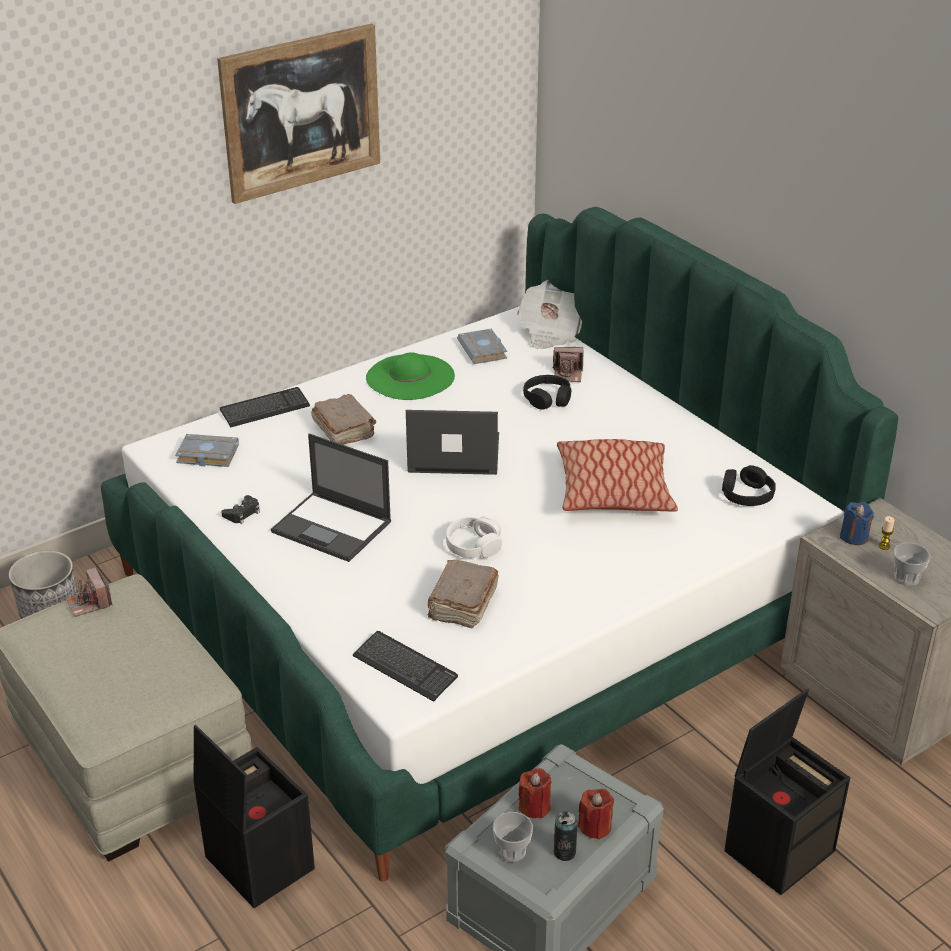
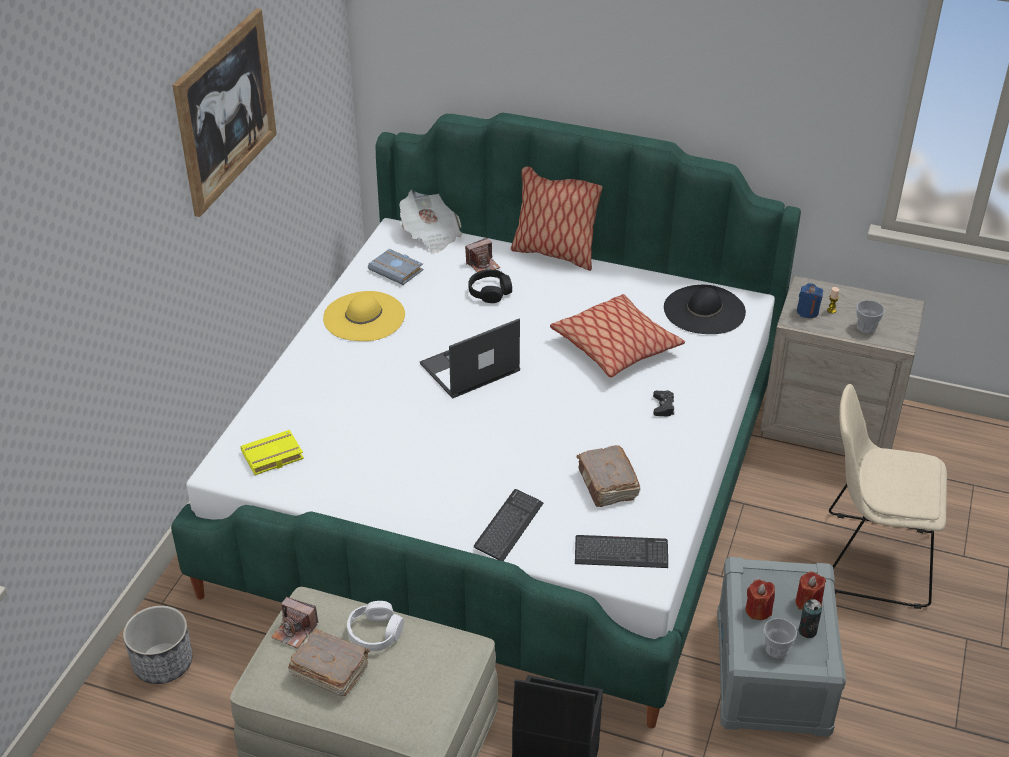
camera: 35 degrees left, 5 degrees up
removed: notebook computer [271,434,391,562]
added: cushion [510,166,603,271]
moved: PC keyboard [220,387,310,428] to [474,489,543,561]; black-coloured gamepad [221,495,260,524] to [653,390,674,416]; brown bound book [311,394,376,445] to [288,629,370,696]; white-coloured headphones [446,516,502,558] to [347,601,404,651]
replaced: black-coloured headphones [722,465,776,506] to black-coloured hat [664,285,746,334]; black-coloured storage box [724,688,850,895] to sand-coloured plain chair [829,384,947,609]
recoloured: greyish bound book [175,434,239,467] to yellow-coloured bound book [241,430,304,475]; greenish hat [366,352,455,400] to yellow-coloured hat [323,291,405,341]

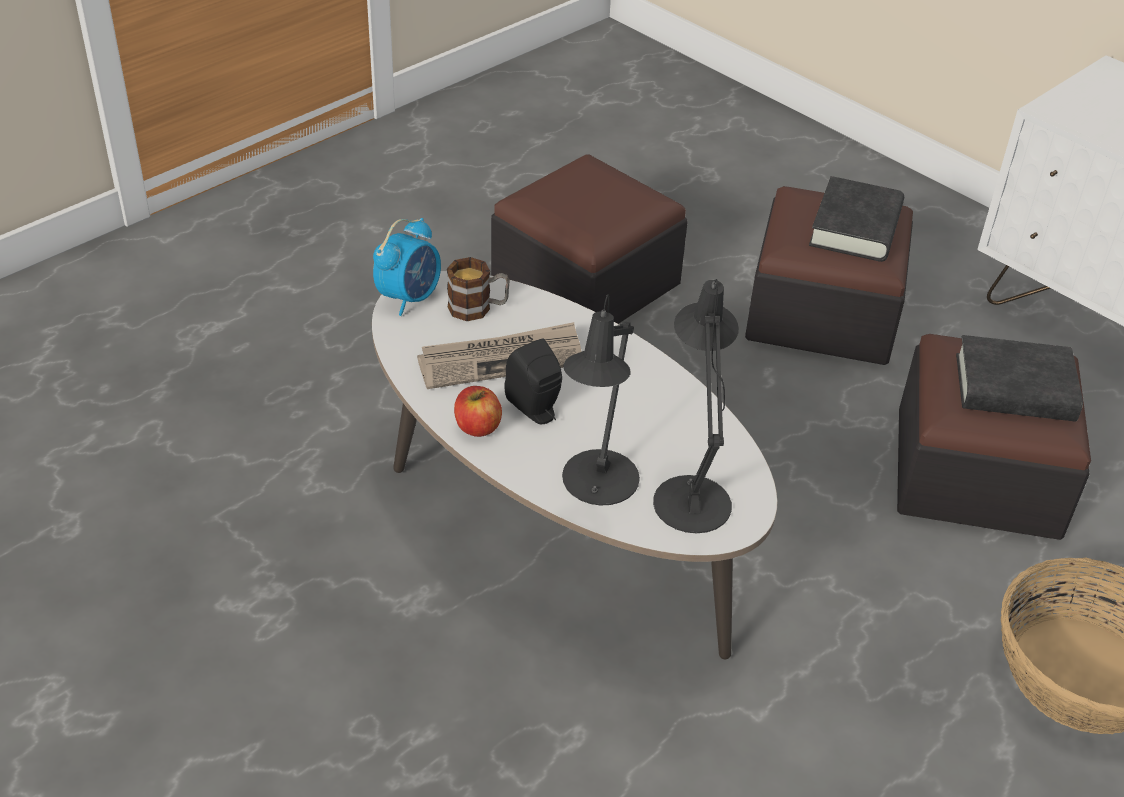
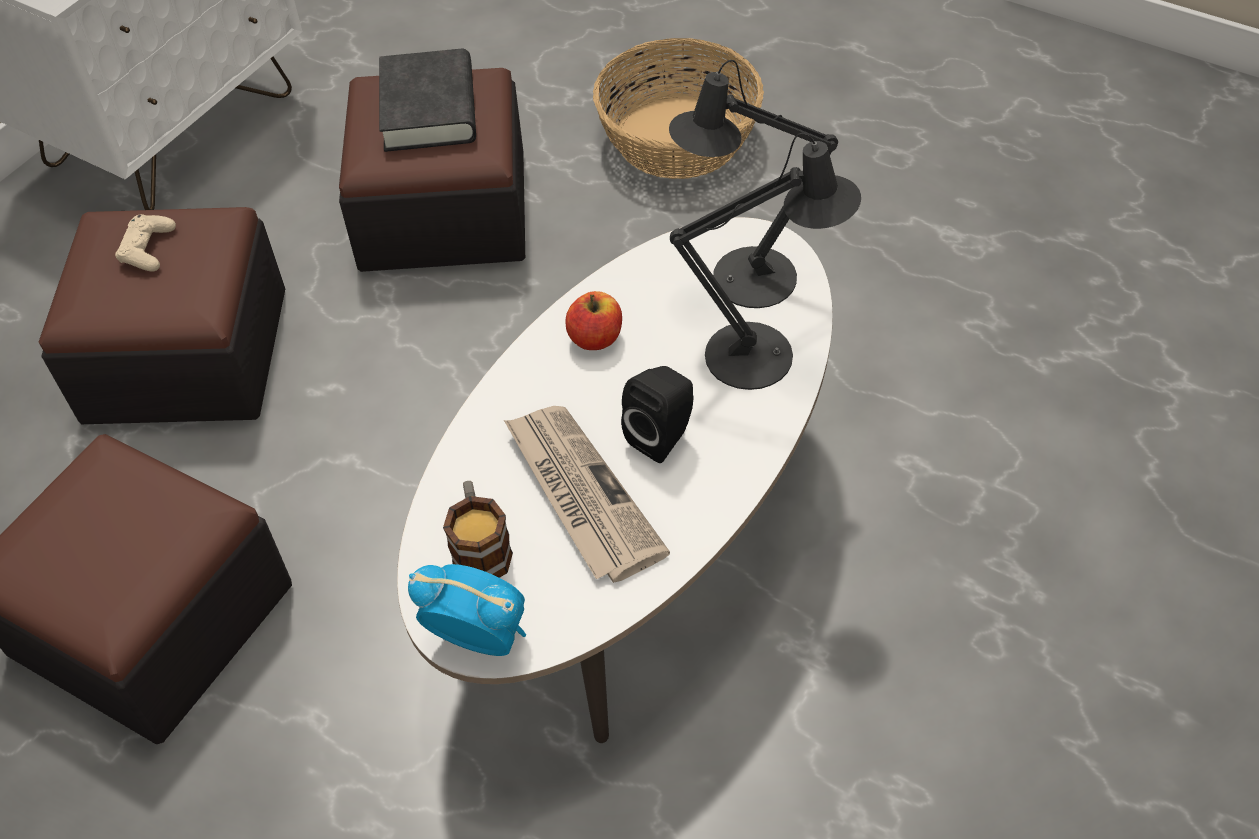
camera: 100 degrees left, 10 degrees up
moved: apple fruit [454,386,502,437] to [566,291,622,350]
replaced: black-coloured bound book [809,176,904,262] to sand-coloured gamepad [115,214,176,272]

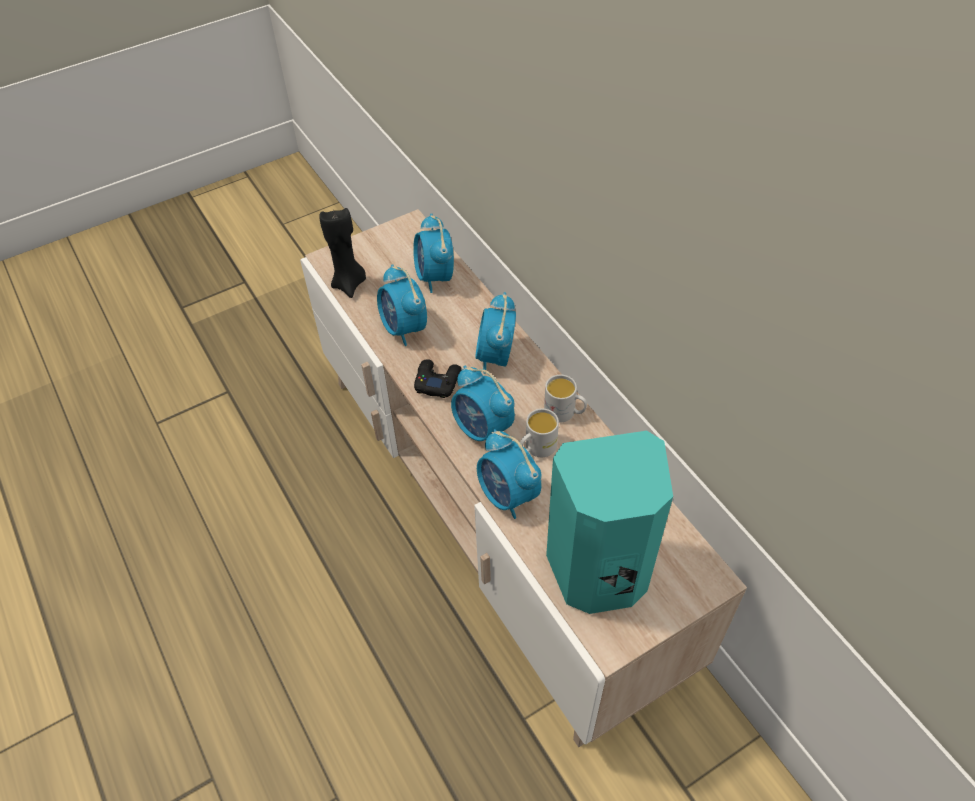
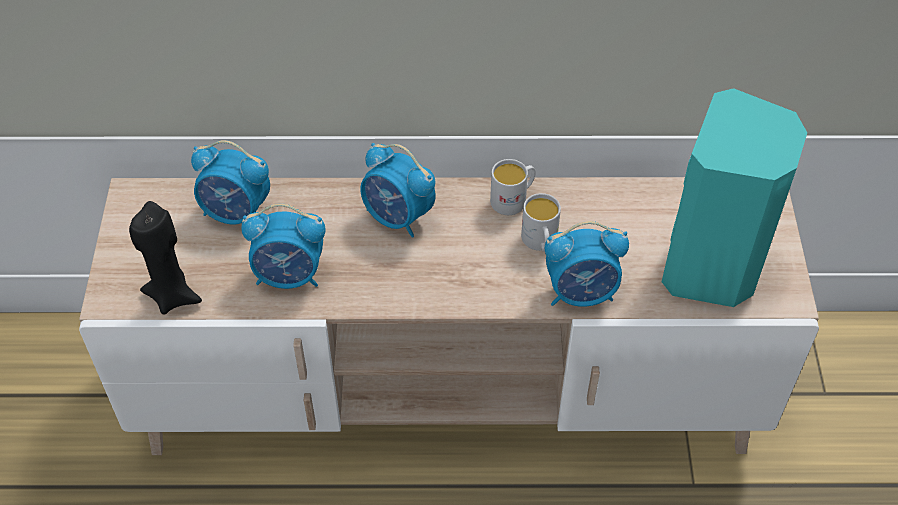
camera: 60 degrees left, 0 degrees up
removed: black-coloured gamepad [414,359,462,398]; bedside clock [451,366,515,441]

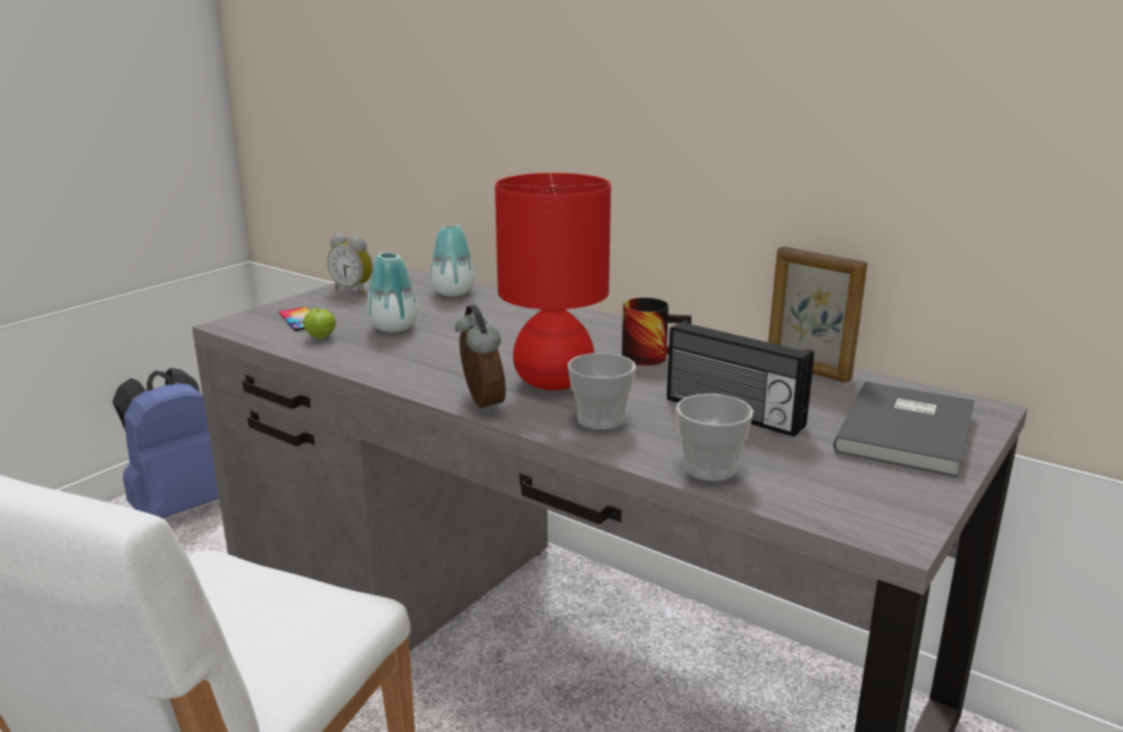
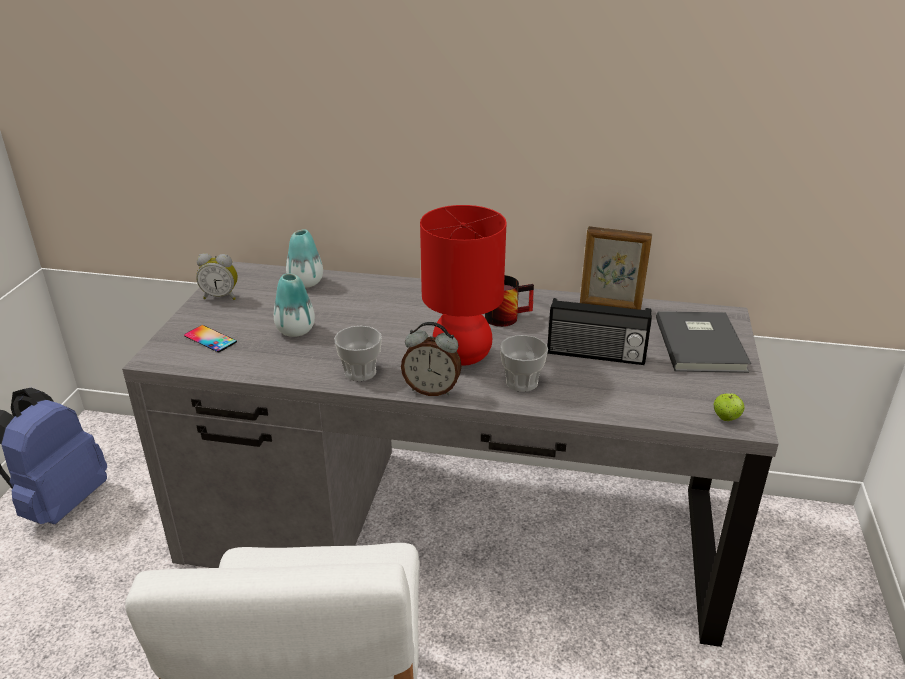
camera: 25 degrees left, 10 degrees up
moved: apple fruit [303,306,336,339] to [713,393,745,421]; drinking cup [676,394,754,481] to [334,326,382,381]
turned: bedside clock [455,305,506,413] = [401,322,462,396] 150 degrees clockwise

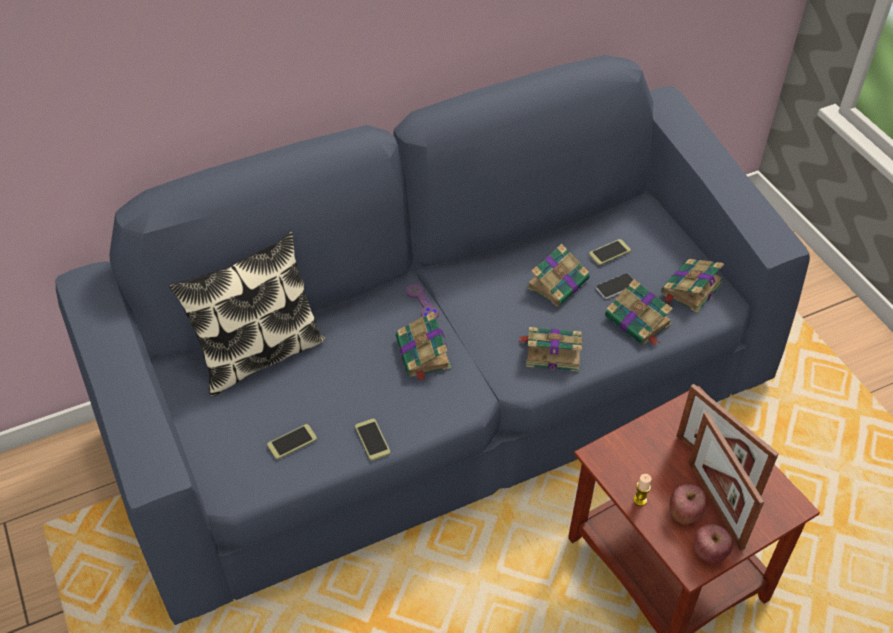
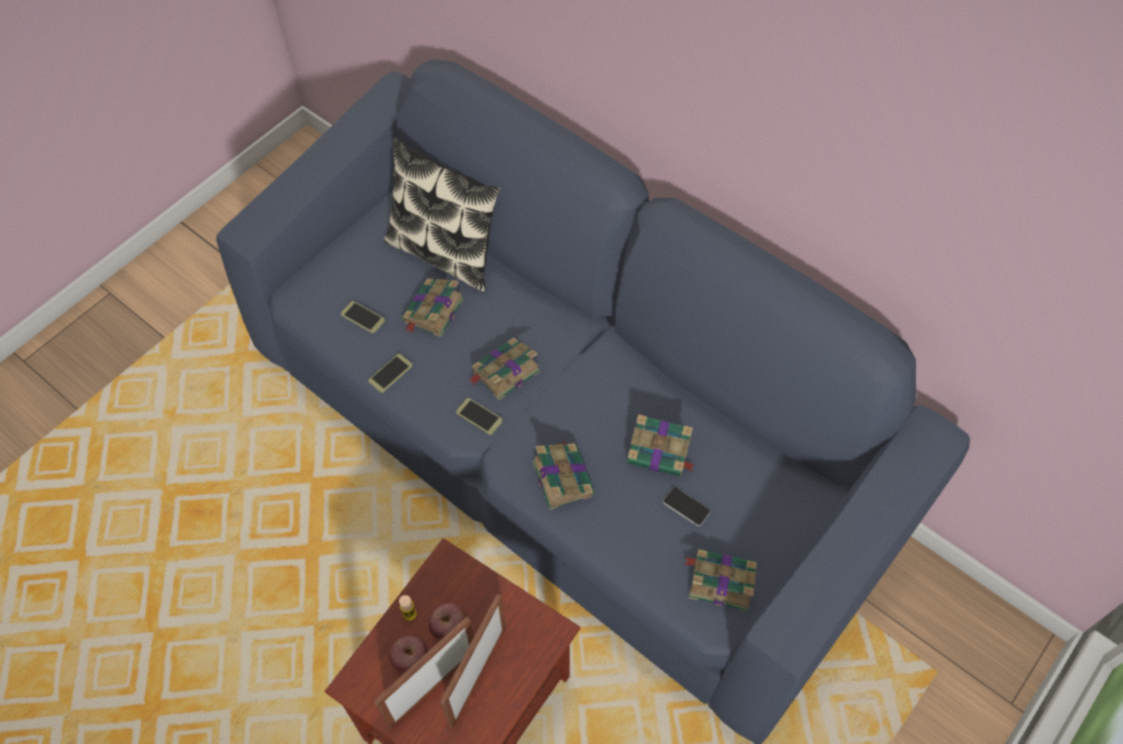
camera: 65 degrees right, 10 degrees up
removed: purple-coloured gamepad [406,284,439,319]
moved: handset [589,239,631,265] to [456,398,503,435]; bound book [605,279,673,346] to [402,279,464,337]; apple fruit [694,524,733,563] to [428,603,467,640]

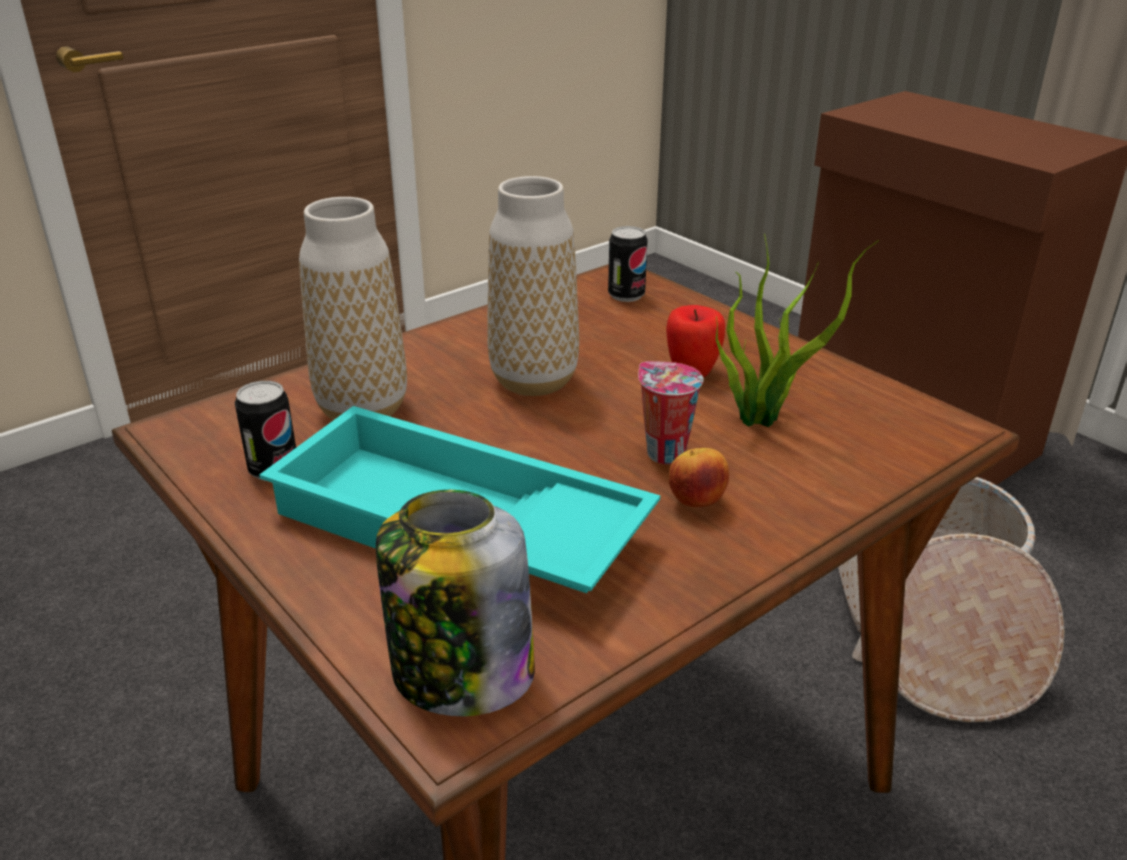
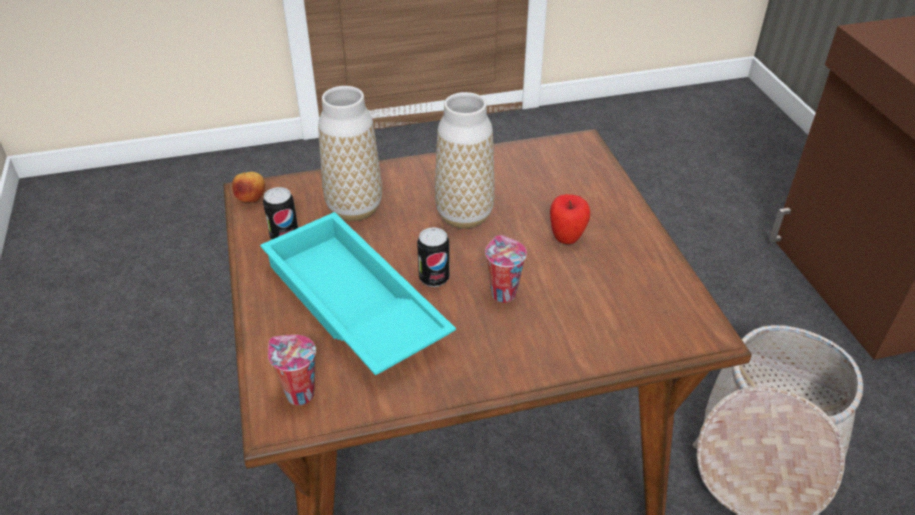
camera: 25 degrees right, 10 degrees up
removed: potted plant [716,234,879,427]
moved: metal can [608,226,648,302] to [417,227,450,287]; apple fruit [669,448,729,507] to [232,172,265,203]
replaced: jar [376,490,535,716] to drinking cup [268,335,316,405]

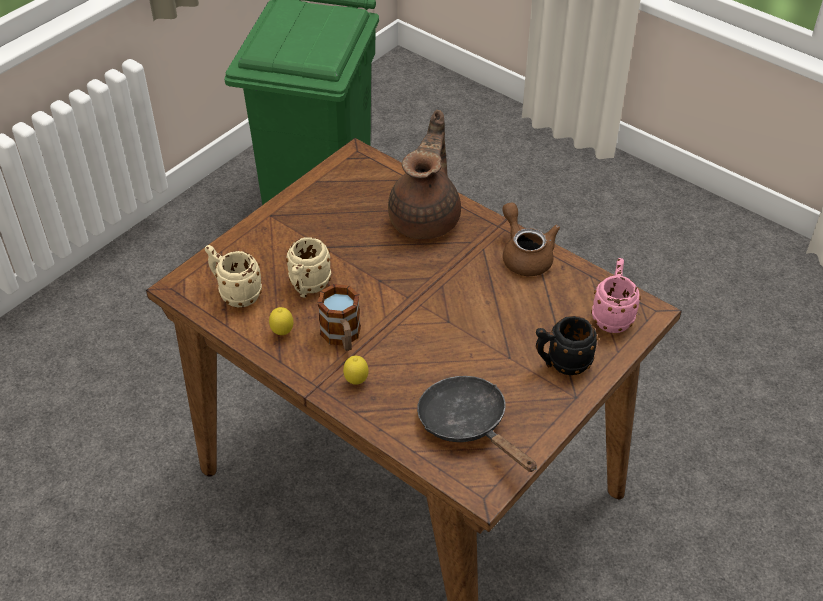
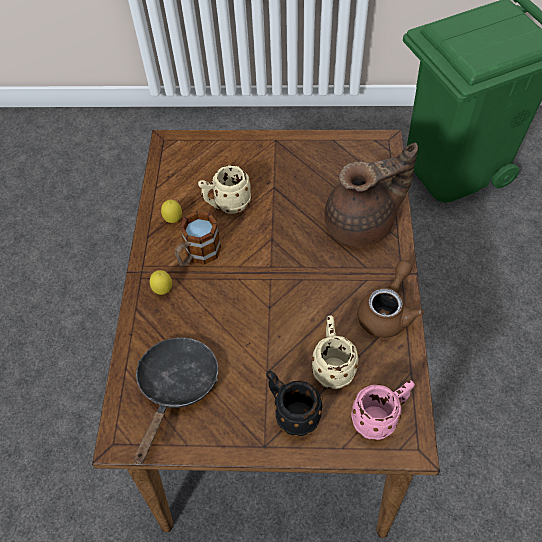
camera: 55 degrees right, 10 degrees up
moved: sand-coloured coffee mug [205,245,262,307] to [312,315,359,389]

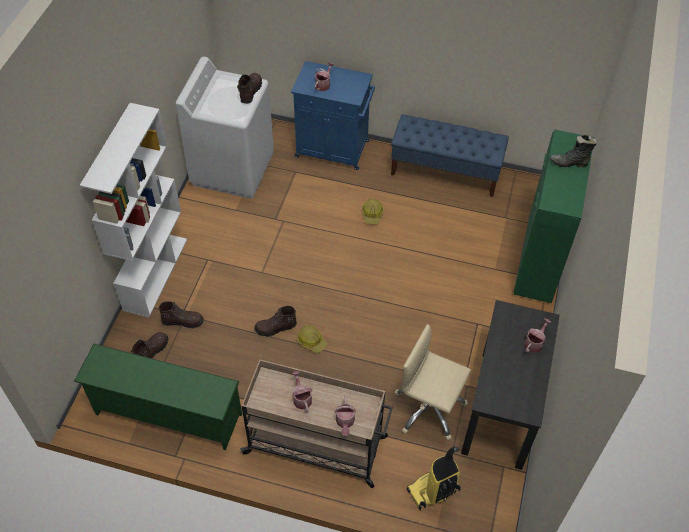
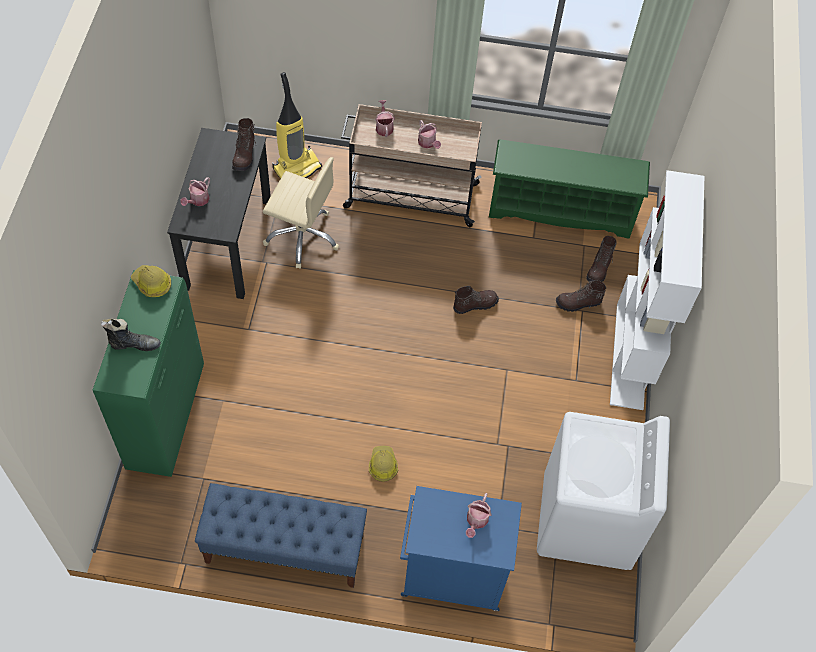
camera: 170 degrees right, 5 degrees up
moved: brown boot [237,73,262,104] to [232,118,257,171]; safety helmet [297,325,327,353] to [131,265,171,297]

